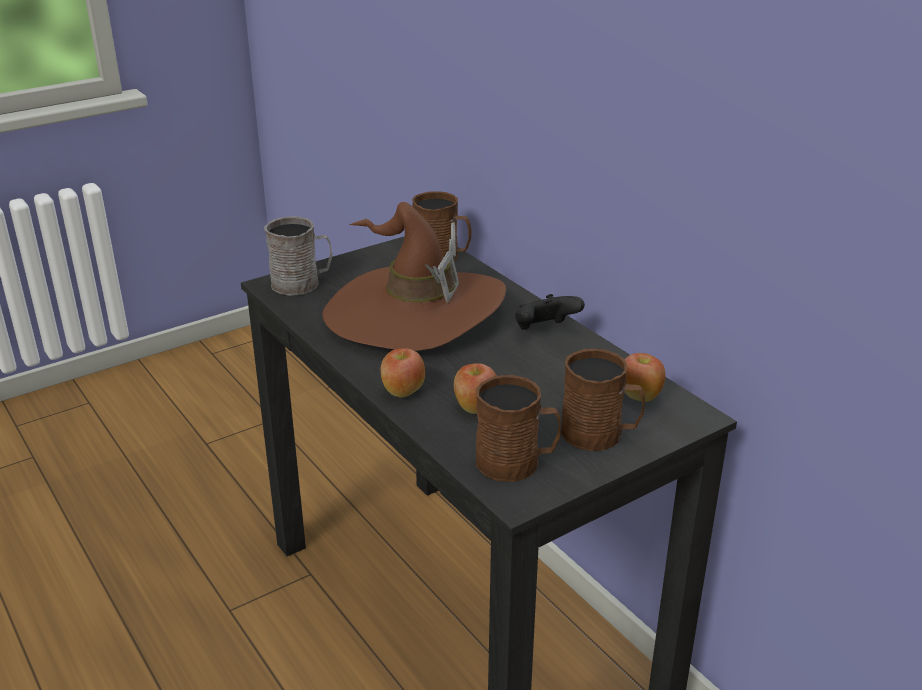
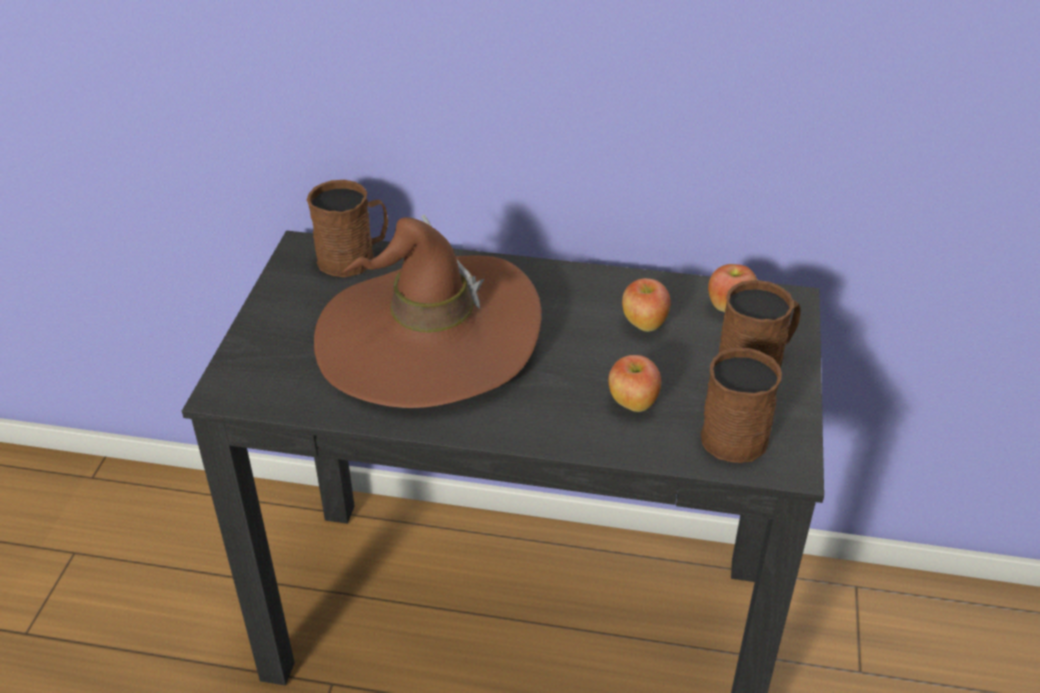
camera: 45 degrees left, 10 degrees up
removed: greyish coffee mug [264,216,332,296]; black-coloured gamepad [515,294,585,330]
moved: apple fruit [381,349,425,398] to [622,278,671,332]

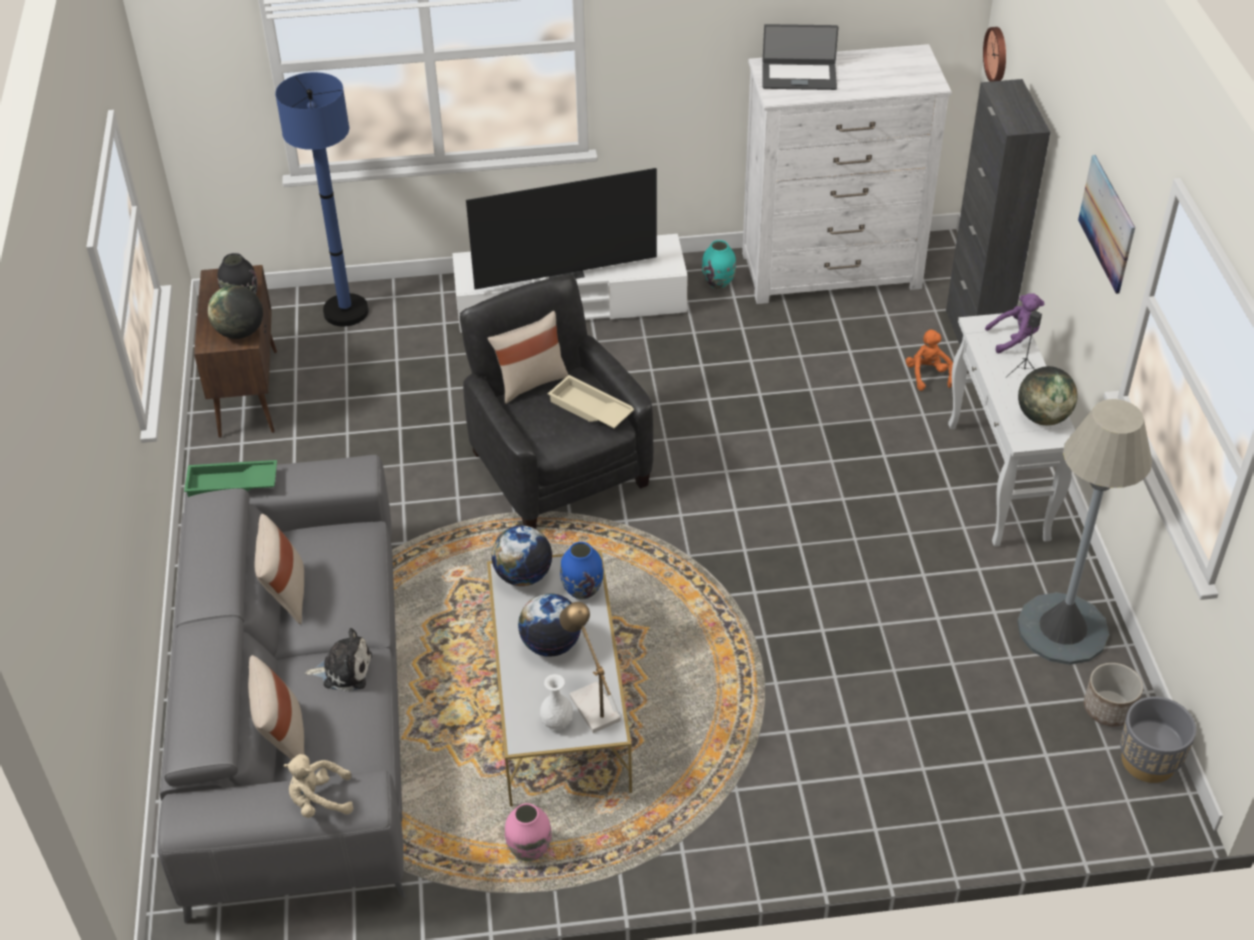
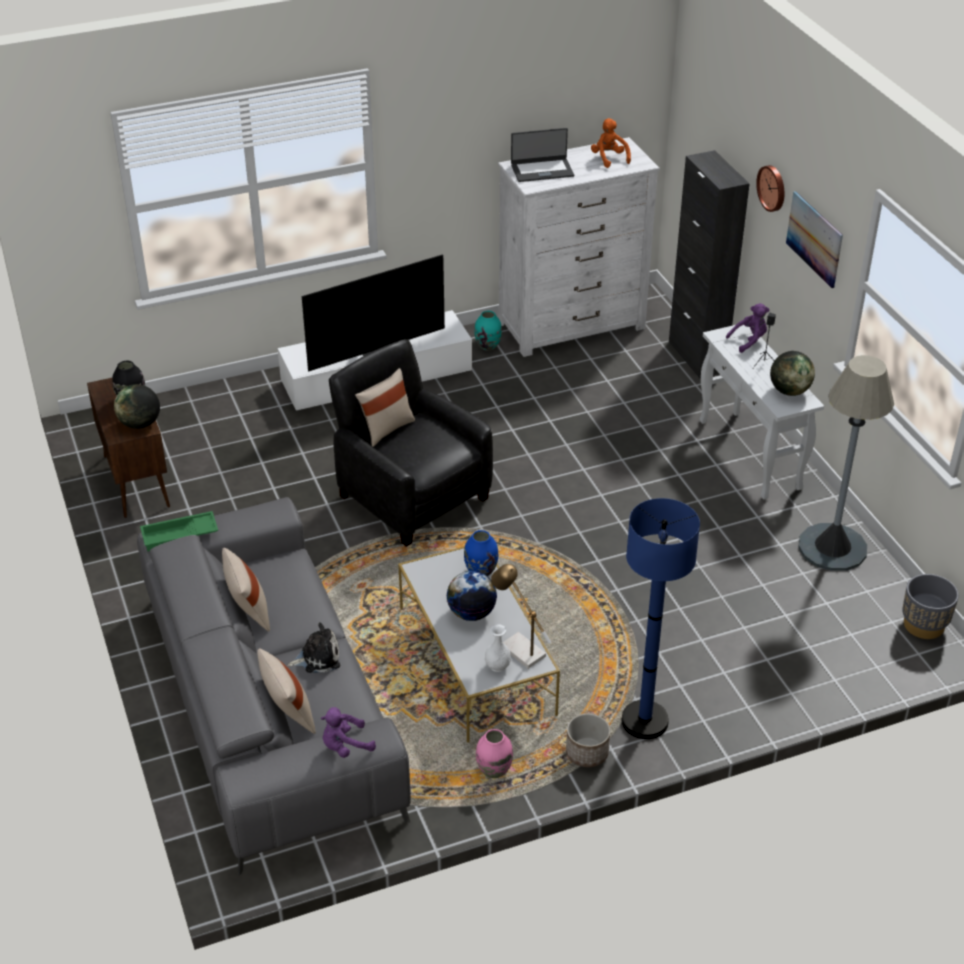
camera: 15 degrees left, 5 degrees down
removed: world globe [491,525,552,586]; sand-coloured serving tray [548,375,634,428]
moved: bluish standard lamp [275,72,369,326] to [622,498,700,739]; orangey cuddly toy [905,330,953,391] to [591,118,631,168]; wall clock [983,27,1006,82] to [756,165,785,212]; flower pot [1084,663,1143,727] to [566,714,610,767]
recoloured: sand-coloured cuddly toy [283,754,353,818] to purple-coloured cuddly toy [321,707,376,758]

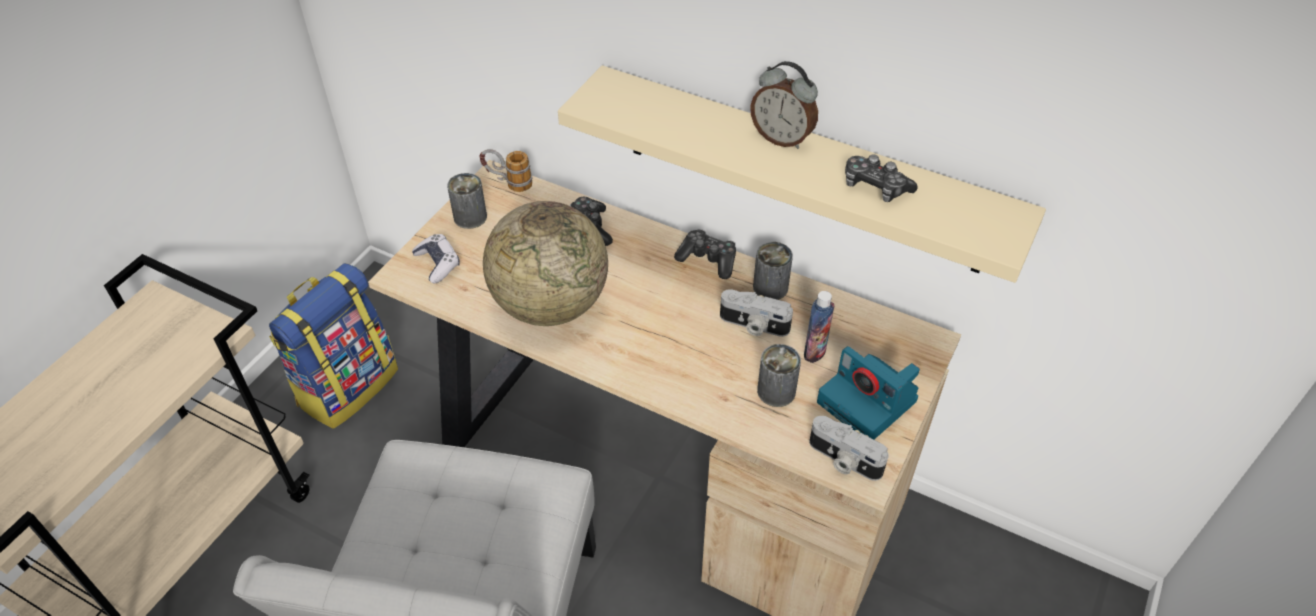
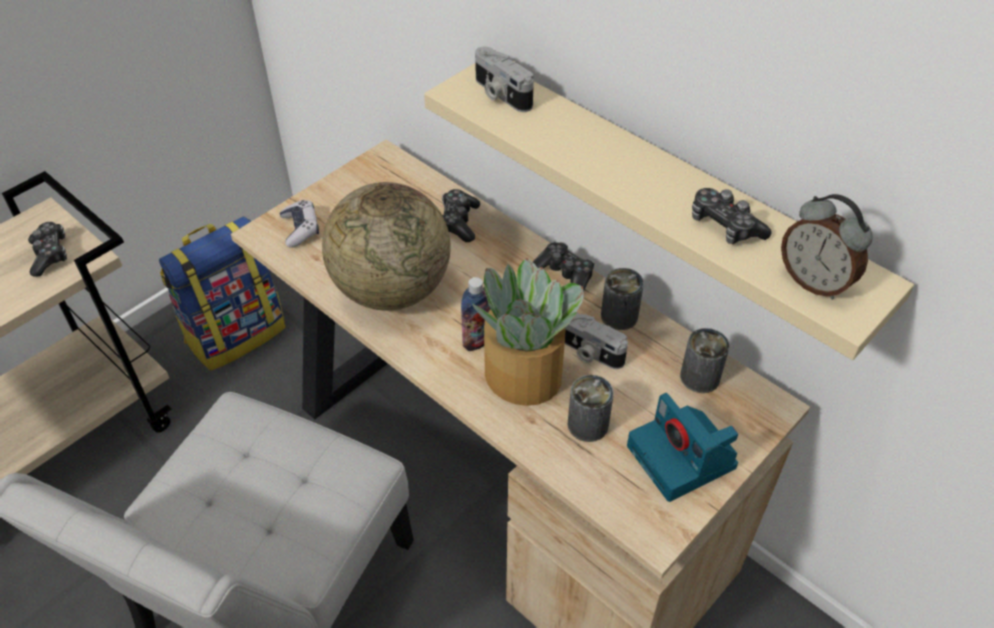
camera: 15 degrees right, 0 degrees up
removed: coffee mug [480,149,532,192]
added: gamepad [28,222,67,277]; potted plant [472,258,584,406]
moved: metal can [447,173,487,229] to [680,328,730,393]; bedside clock [750,61,818,149] to [781,194,873,300]; beverage bottle [804,291,835,363] to [461,277,491,351]; photo camera [809,416,889,481] to [475,47,534,112]

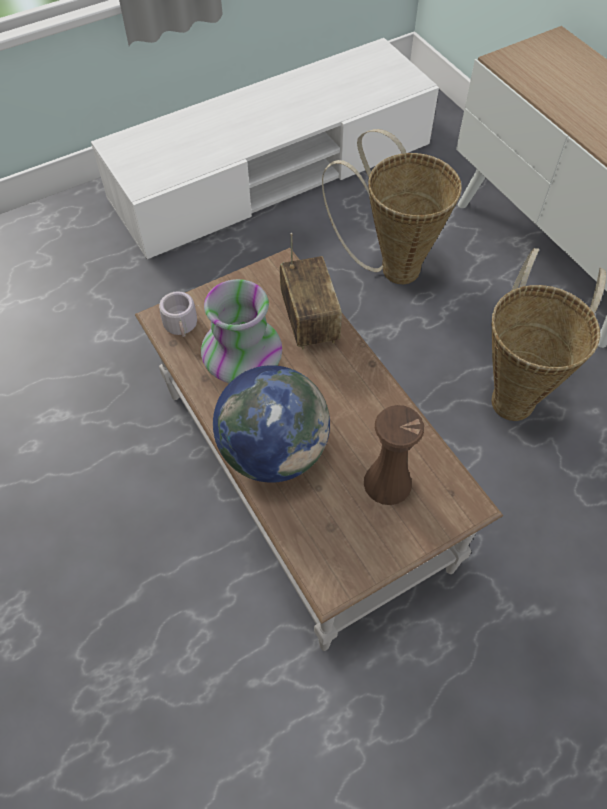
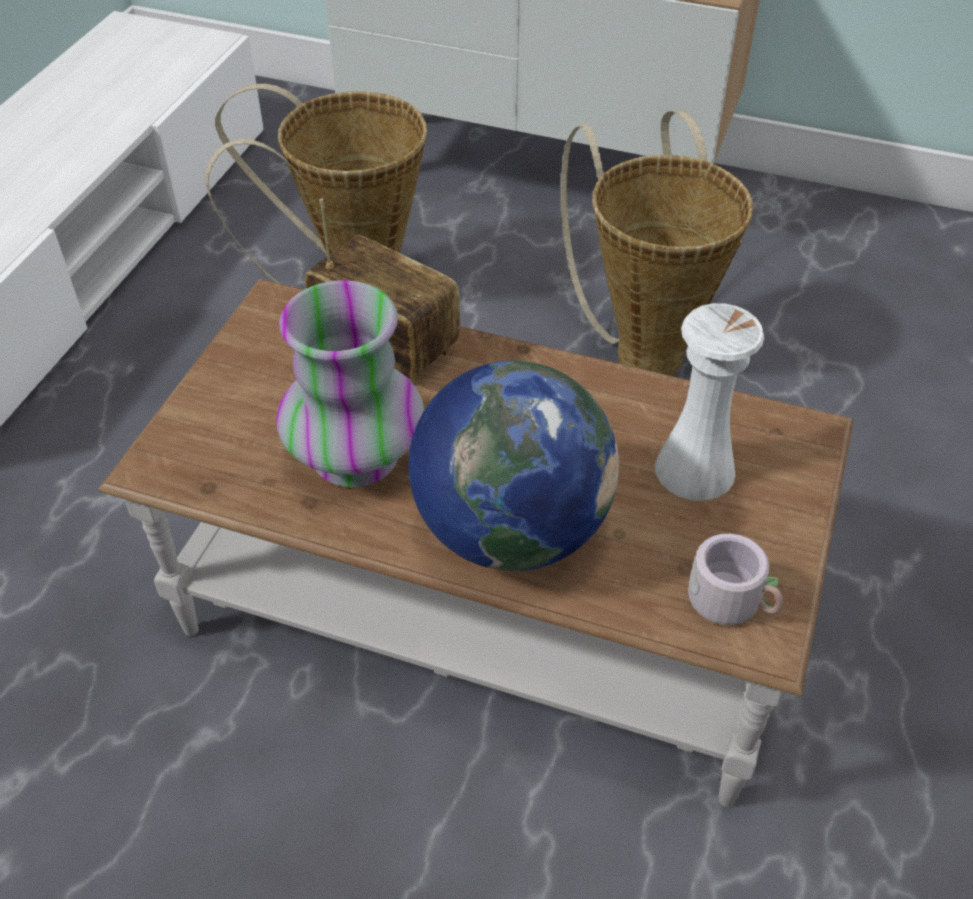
camera: 40 degrees left, 10 degrees down
moved: greyish coffee mug [159,291,197,337] to [688,534,783,625]
recoloured: brown decorative vase [364,405,424,505] to white-coloured decorative vase [655,303,764,501]

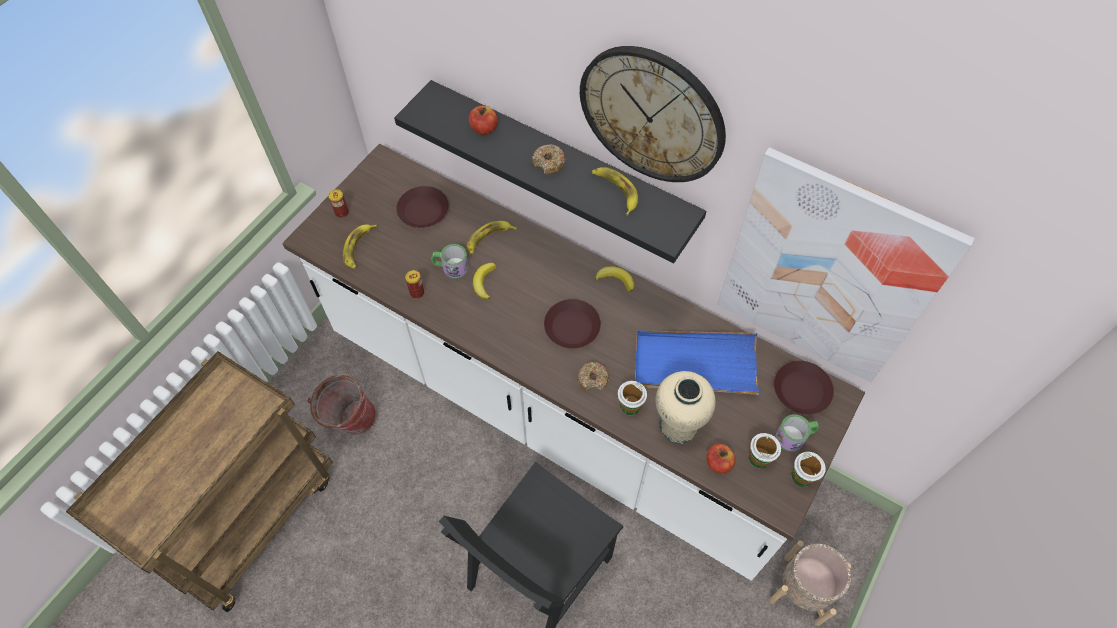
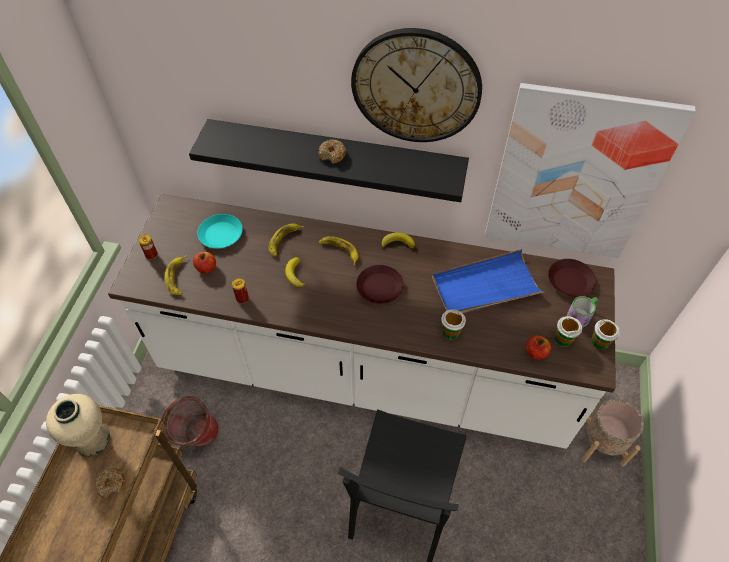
camera: 20 degrees left, 5 degrees down
removed: coffee mug [432,244,469,279]
moved: apple fruit [469,106,498,135] to [193,252,216,274]; ring doughnut [578,362,609,391] to [94,468,125,498]; banana fruit [592,167,638,216] to [319,236,358,265]; sand-coloured decorative vase [656,371,716,444] to [46,394,110,457]
recoloured: brown plate [396,186,449,228] to blue-green plate [197,214,243,248]

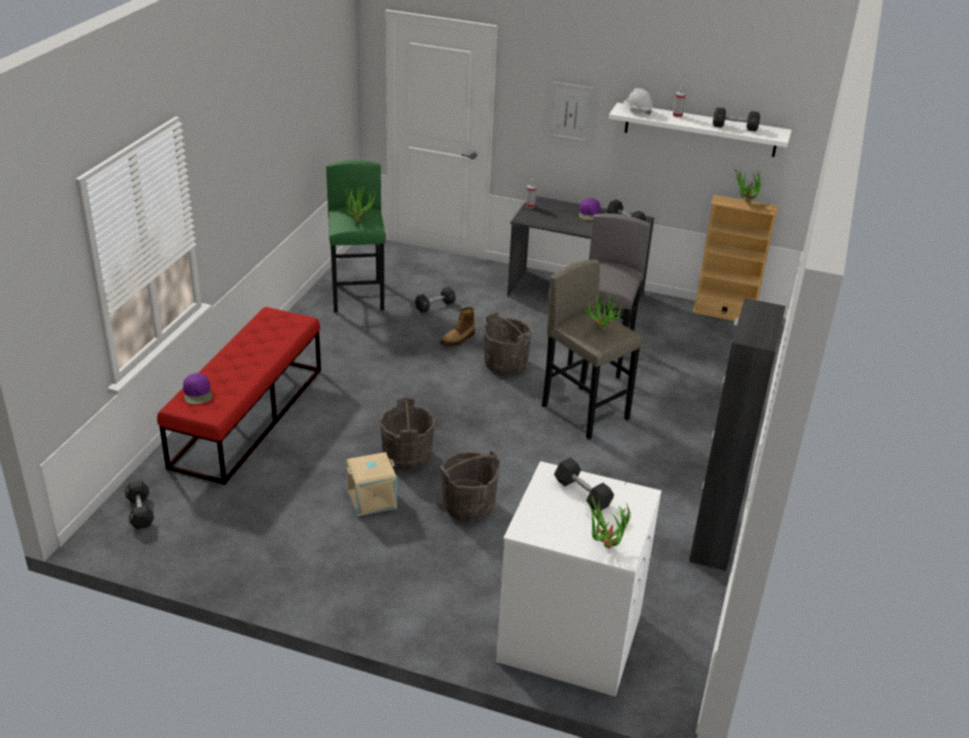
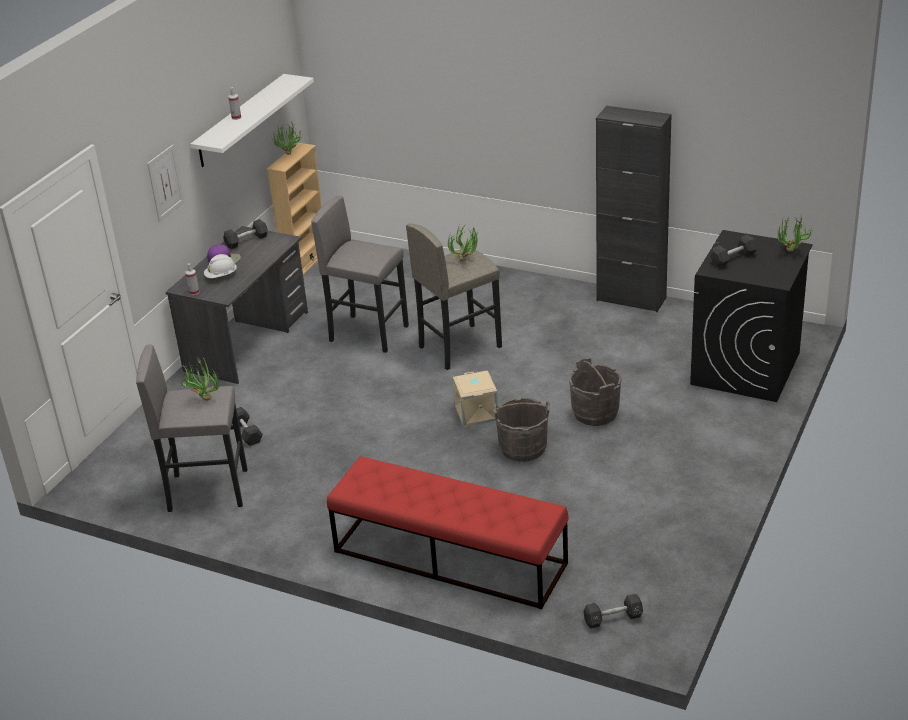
camera: 80 degrees left, 0 degrees up
removed: purple-coloured cap [183,373,213,404]; boot [440,307,475,347]; greyish water bucket [483,312,532,375]; black-coloured hand weight [713,107,760,131]
moved: sand-coloured storage box [346,452,397,517] to [453,371,498,427]; white-coloured safety helmet [623,88,653,115] to [204,254,237,278]
recoloured: greenish stool seat [326,160,386,312] to greyish stool seat [136,344,248,512]; white-coloured laundry machine [496,461,661,697] to black-coloured laundry machine [690,230,813,402]

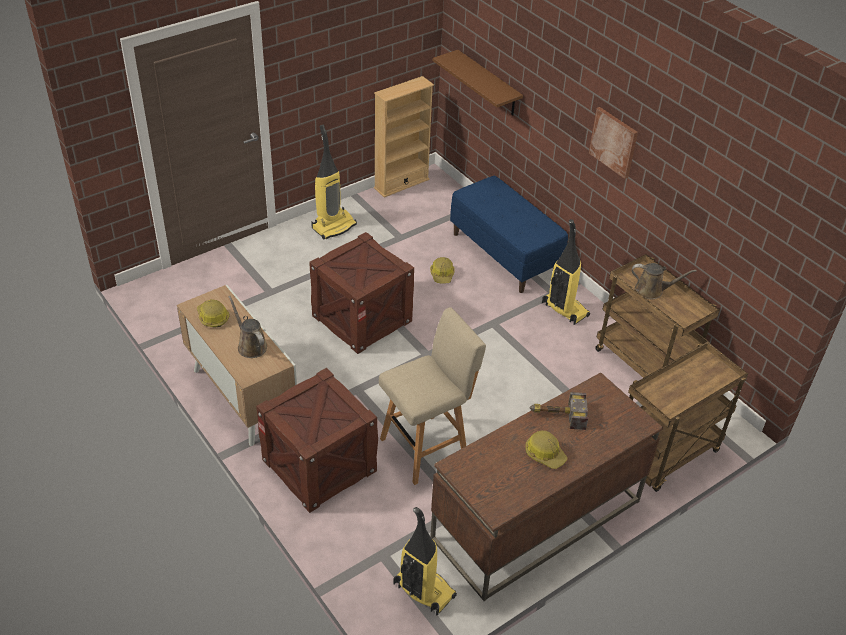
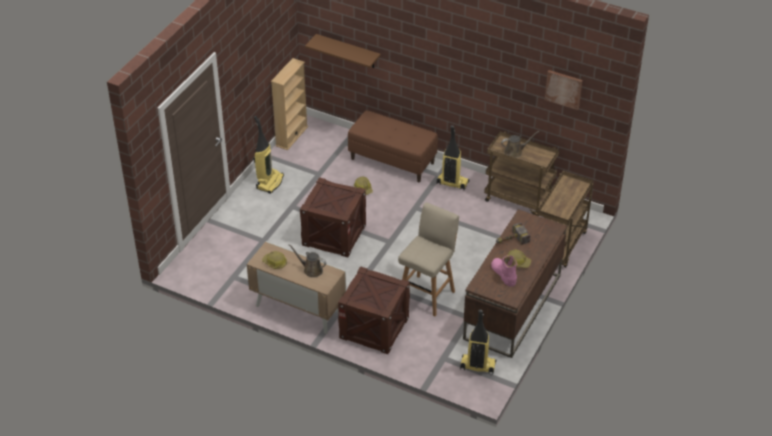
camera: 25 degrees left, 0 degrees up
added: pink boot [491,255,517,286]
moved: wall art [589,107,638,179] to [545,70,582,110]
recoloured: bluish bench [450,176,568,293] to brown bench [348,110,438,182]

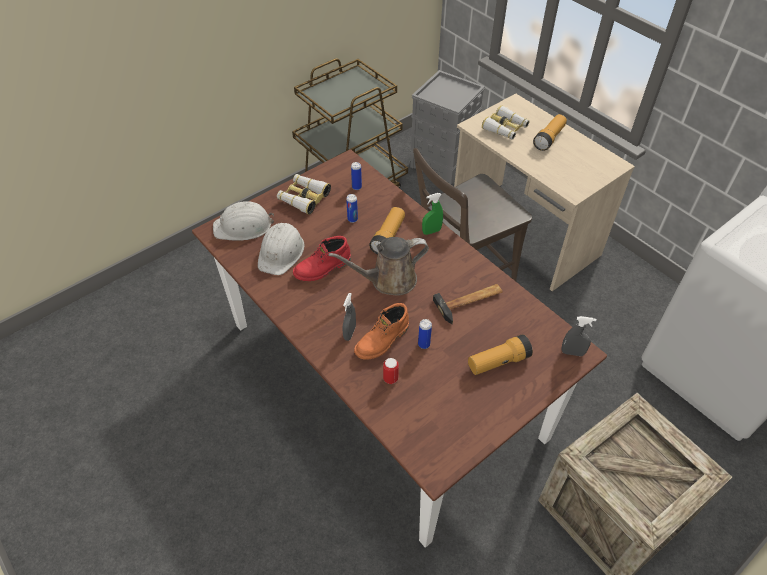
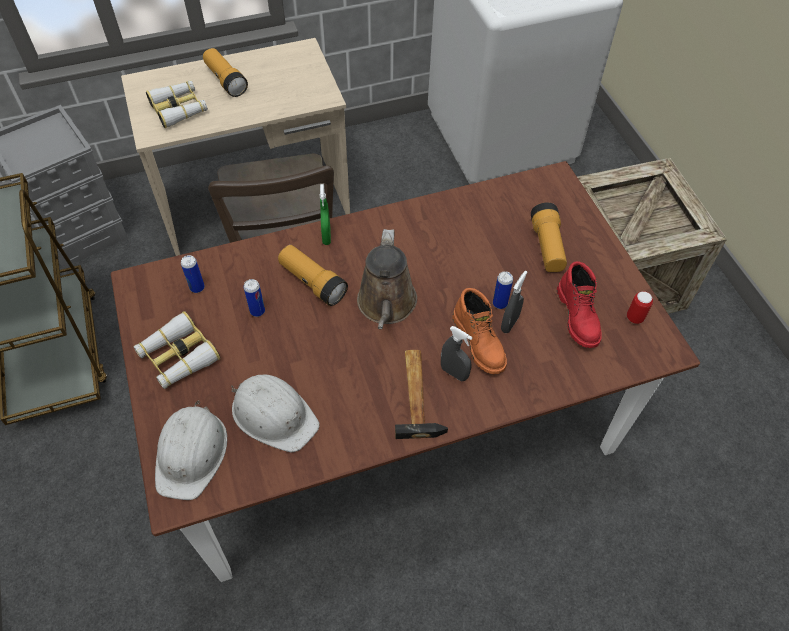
camera: 70 degrees left, 5 degrees up
moved: red-coloured boot [293,236,351,281] to [557,262,602,348]; metal can [383,358,399,384] to [627,291,653,324]; hammer [433,284,503,324] to [395,350,448,439]; greyish hand sprayer [561,316,596,356] to [501,271,527,333]

